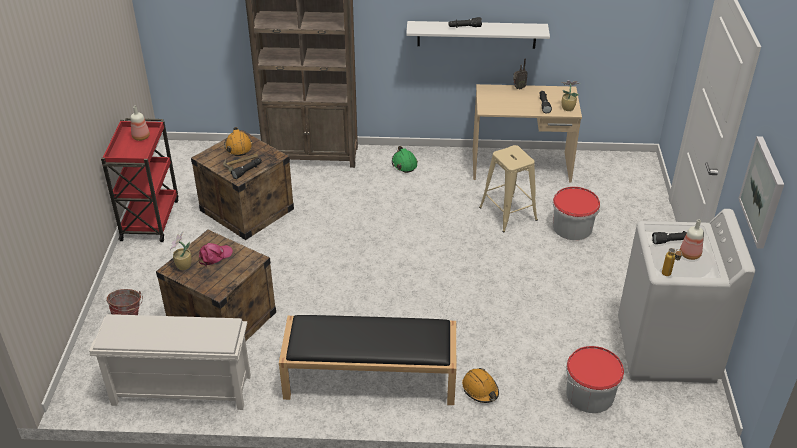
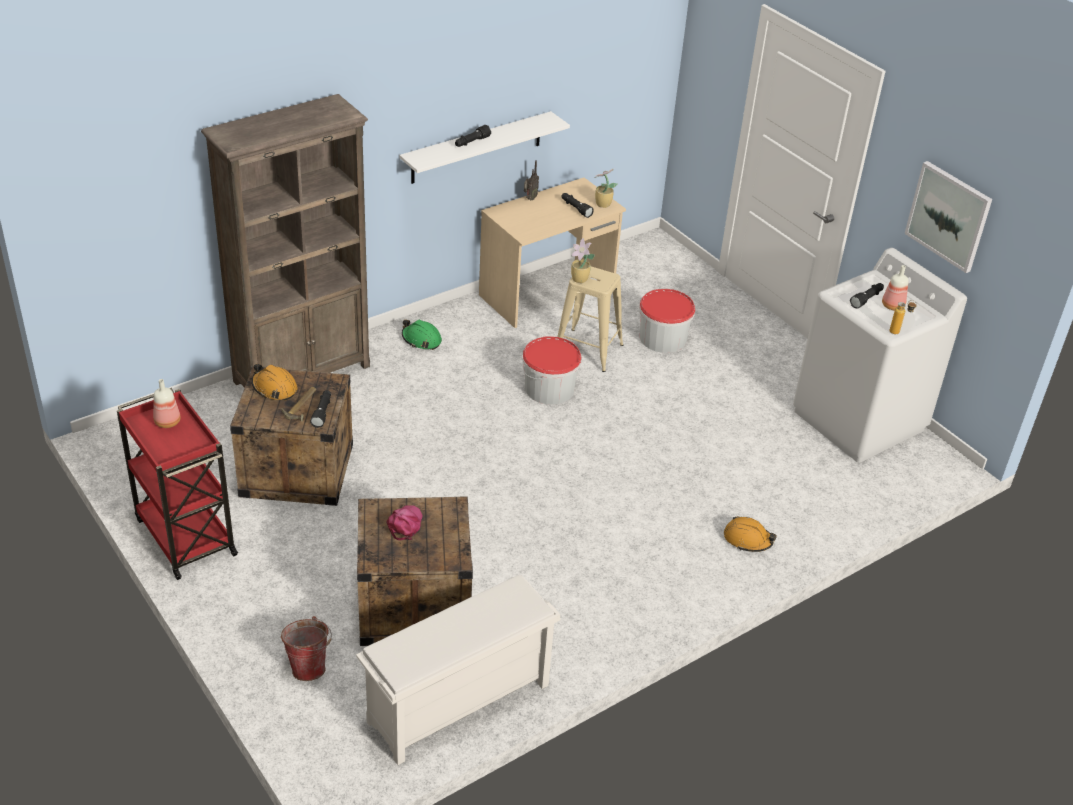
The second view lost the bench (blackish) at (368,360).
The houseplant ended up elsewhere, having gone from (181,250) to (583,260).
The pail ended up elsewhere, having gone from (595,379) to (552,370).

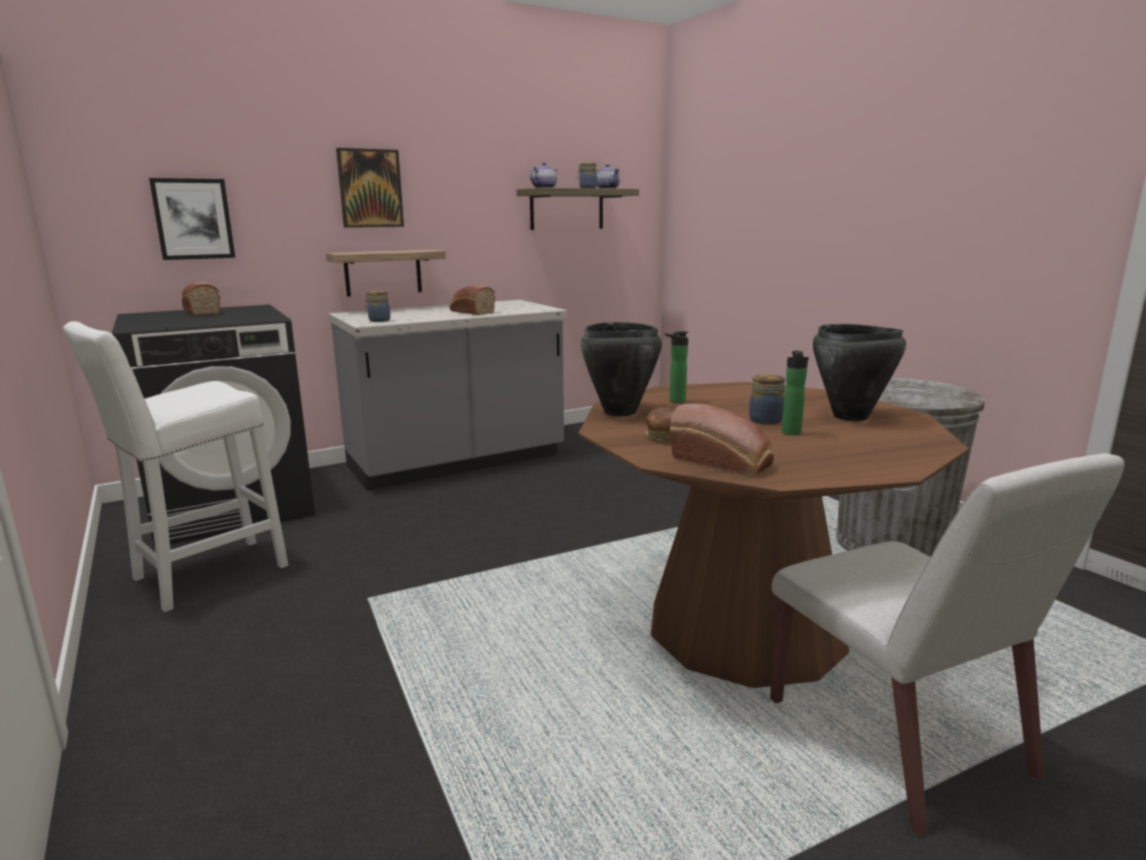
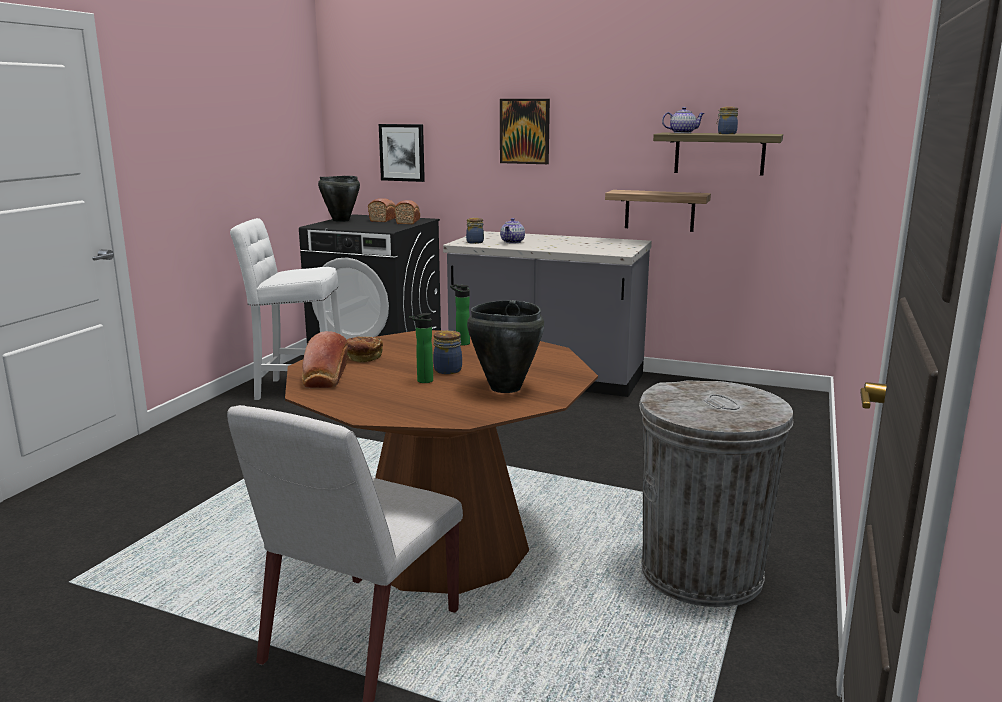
The bracket shelf ended up elsewhere, having gone from (386,273) to (658,211).
The baked bread ended up elsewhere, having gone from (472,300) to (407,212).
The stockpot (blackish) ended up elsewhere, having gone from (621,369) to (339,199).
The tea pot ended up elsewhere, having gone from (608,176) to (512,231).

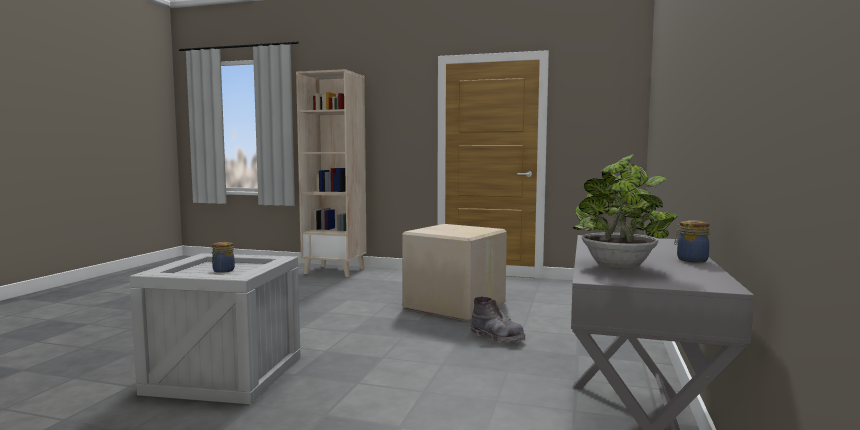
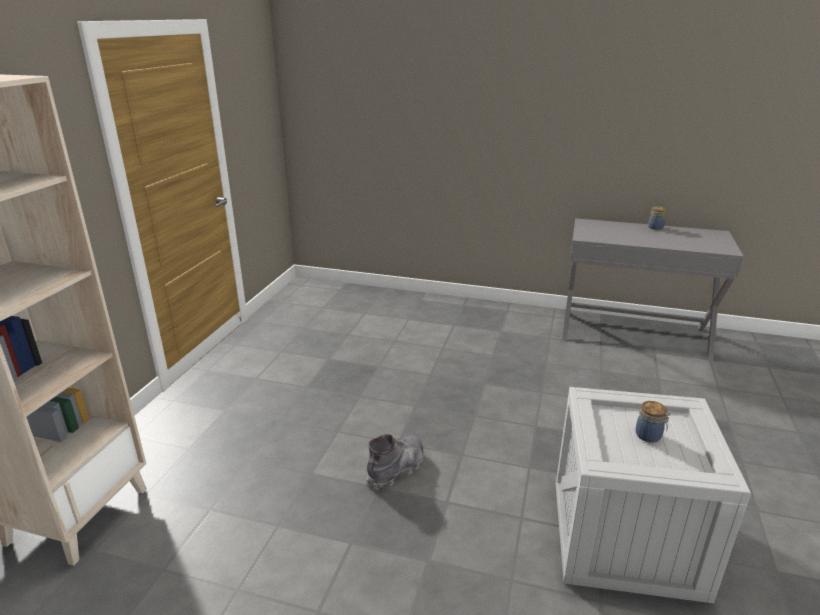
The second view lost the cardboard box at (454,272).
The second view lost the houseplant at (625,211).
The high-top boot (grey) ended up elsewhere, having gone from (497,320) to (395,462).

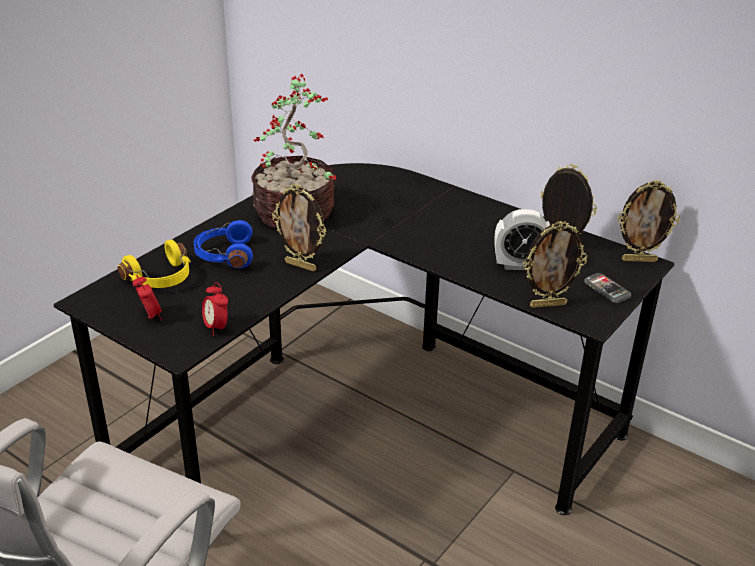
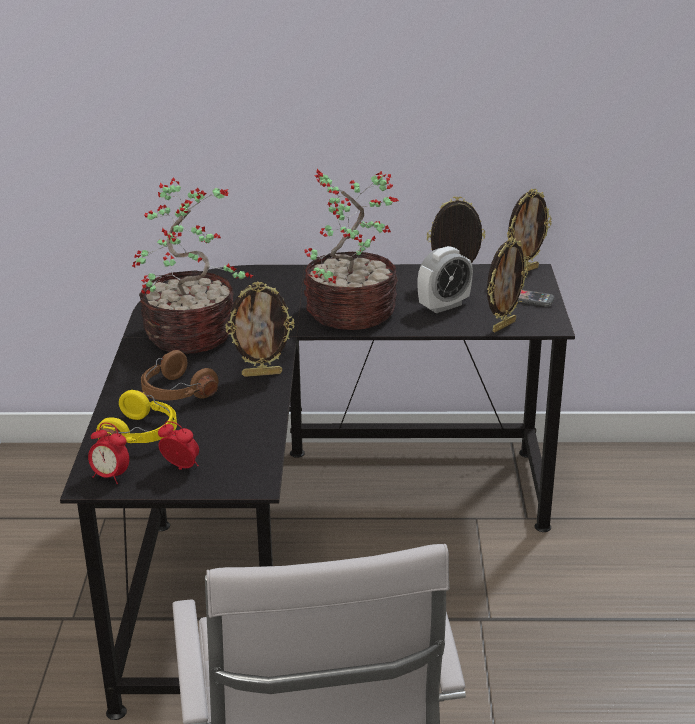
The second view gained the houseplant at (351,249).
The alarm clock ended up elsewhere, having gone from (215,309) to (108,453).
What was the pair of headphones (blue-coloured) at (223,244) turned into the pair of headphones (brown) at (180,375).

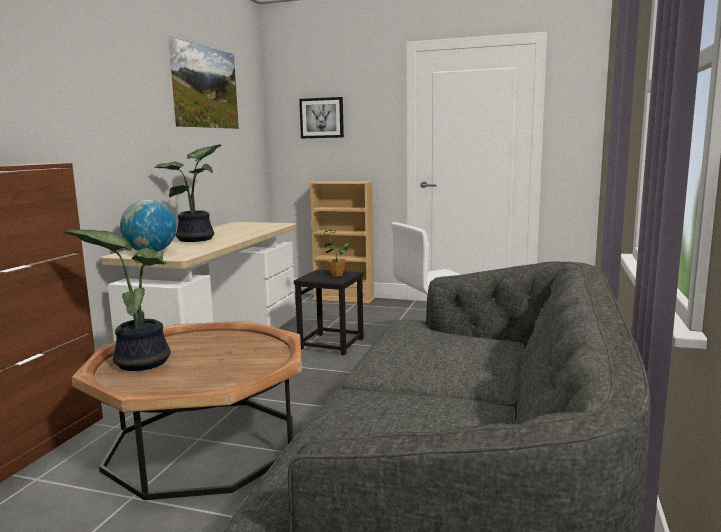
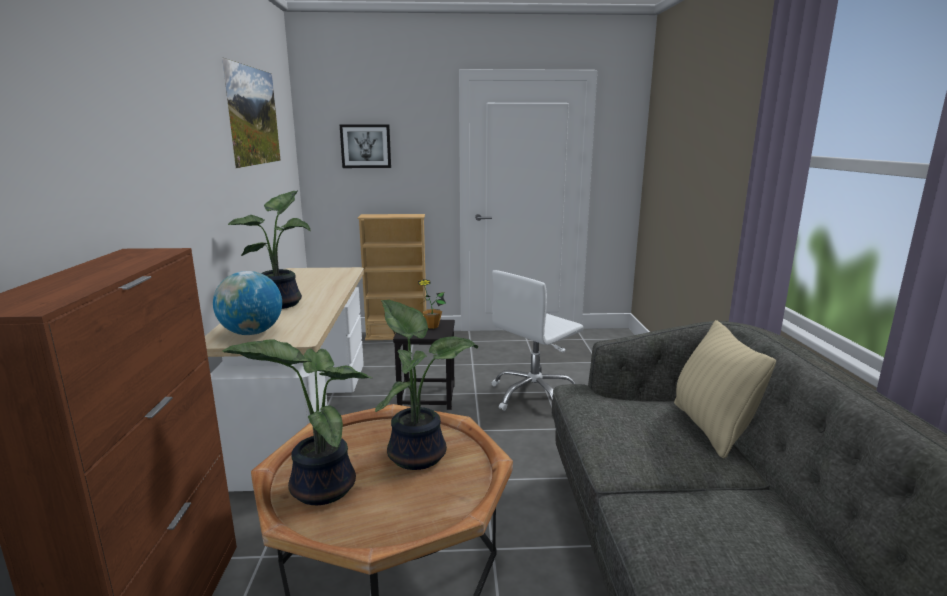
The second view gained the houseplant at (426,385).
The second view gained the cushion (beige) at (725,389).

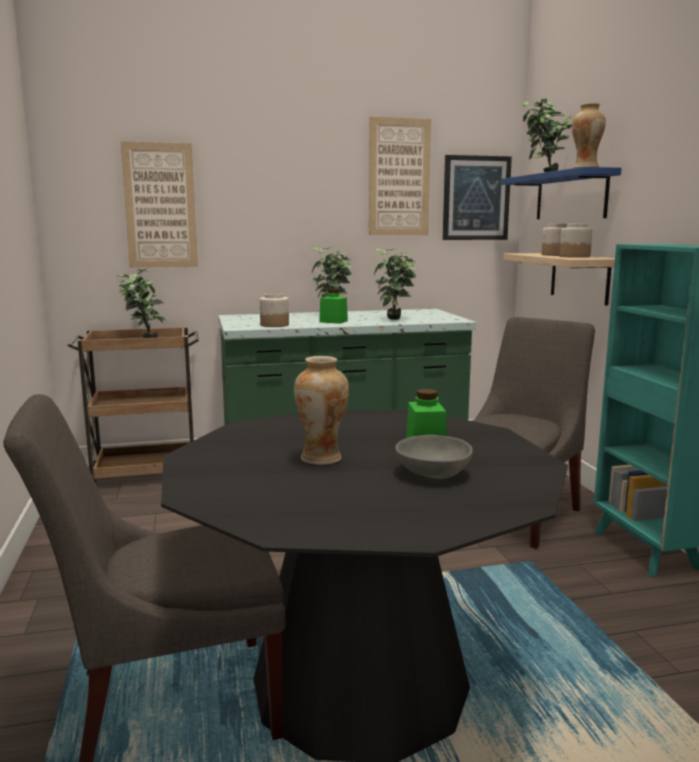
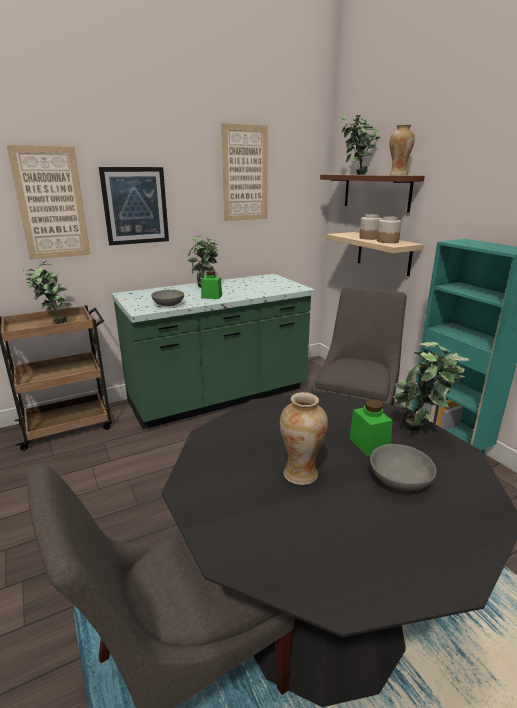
The houseplant ended up elsewhere, having gone from (395,284) to (431,386).
The wall art ended up elsewhere, having gone from (477,197) to (134,206).
Where the preserve jar stood at (274,310), the deep dish (grey) came to stand at (167,298).
What was the bracket shelf (blue-coloured) at (561,193) turned into the bracket shelf (brown) at (372,194).

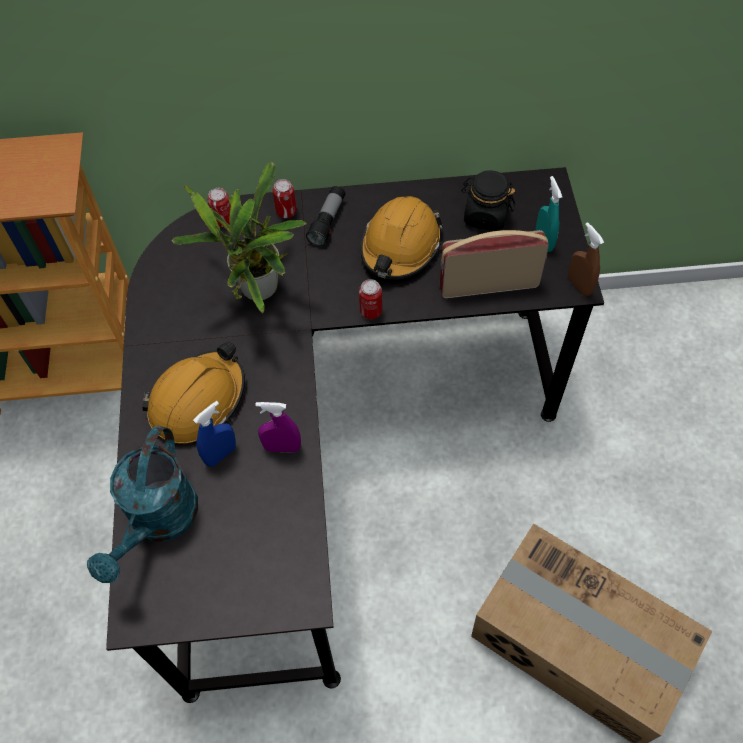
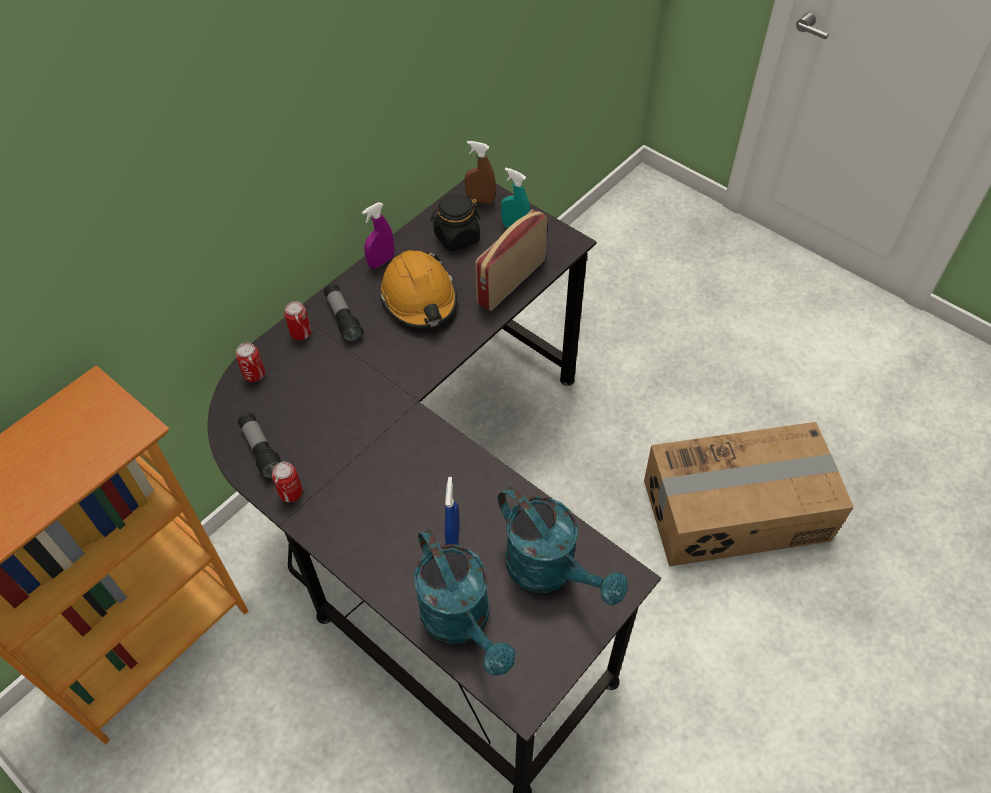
The second view lost the hard hat (orange-coloured) at (193,393).
The second view lost the houseplant at (239,238).
The second view gained the torch at (259,446).
The second view gained the watering can (turquoise-coloured) at (563,545).
The sprayer (purplish) ended up elsewhere, having gone from (278,427) to (378,236).
The metal can ended up elsewhere, having gone from (370,299) to (287,482).
The sprayer (brown) ended up elsewhere, having gone from (586,259) to (480,172).

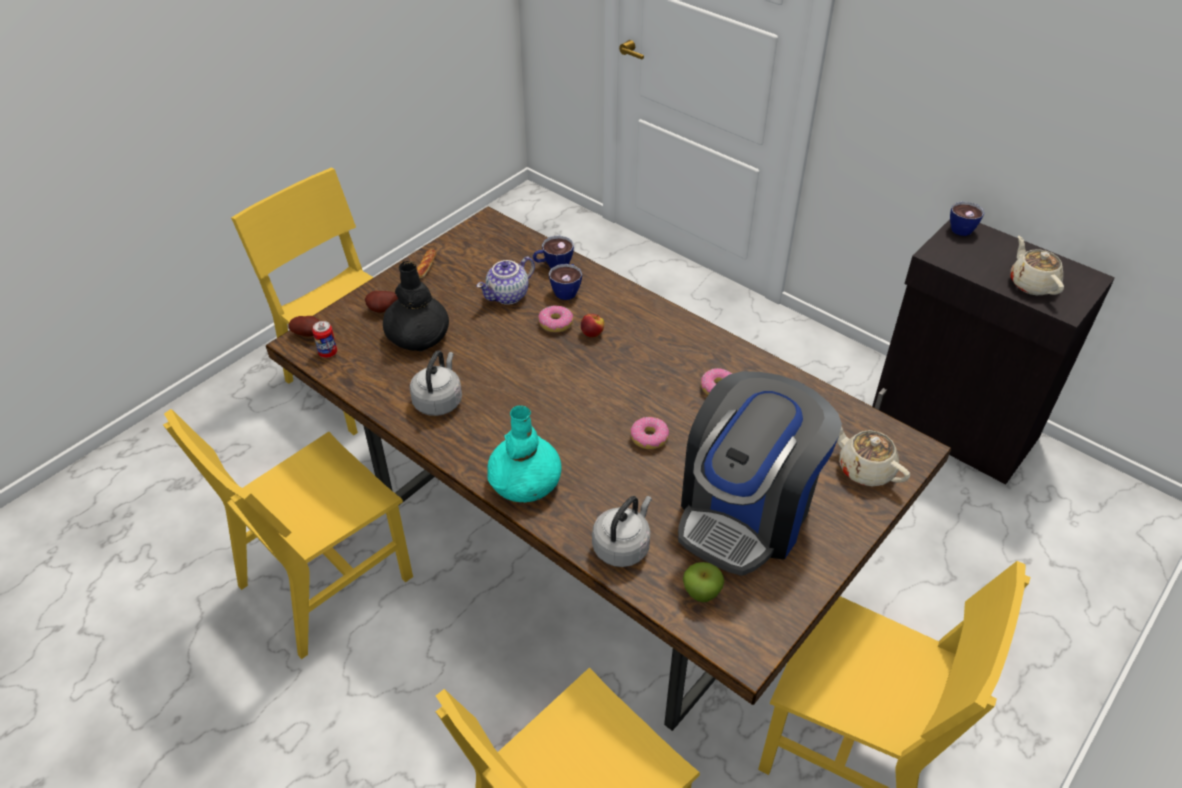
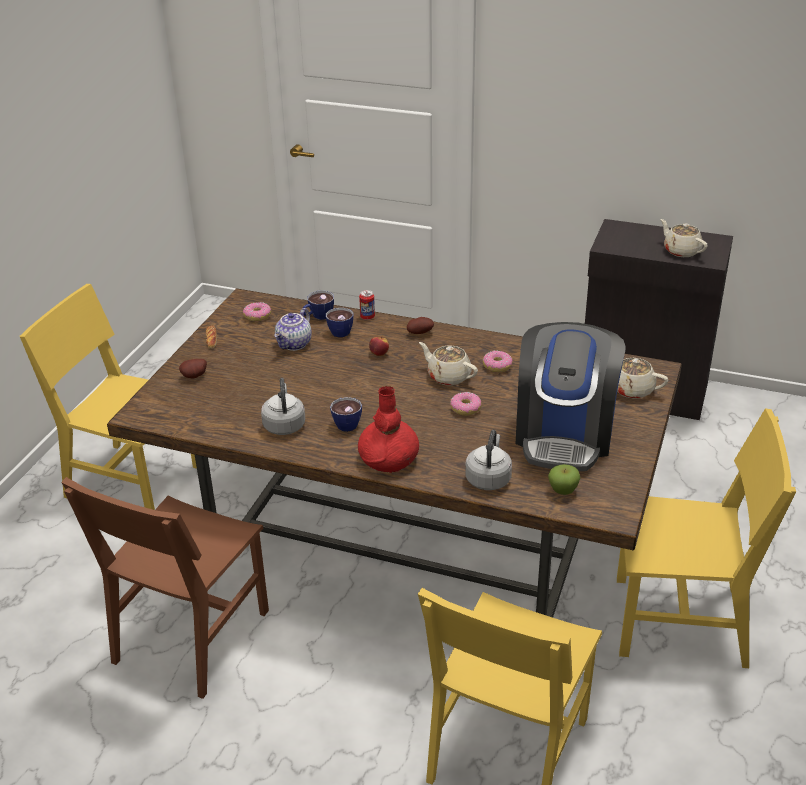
The second view lost the flower vase (blackish) at (416,306).
The second view gained the tea pot (beige) at (448,363).
The whole potato ended up elsewhere, having gone from (304,326) to (420,325).
The metal can ended up elsewhere, having gone from (324,339) to (367,305).
The ring doughnut ended up elsewhere, having gone from (555,319) to (257,312).
The drinking cup ended up elsewhere, having gone from (967,219) to (346,414).
What was the upright chair (yellowish) at (288,534) turned into the upright chair (brown) at (165,588).
What was the flower vase (turquoise-coloured) at (524,454) turned into the flower vase (red) at (388,429).

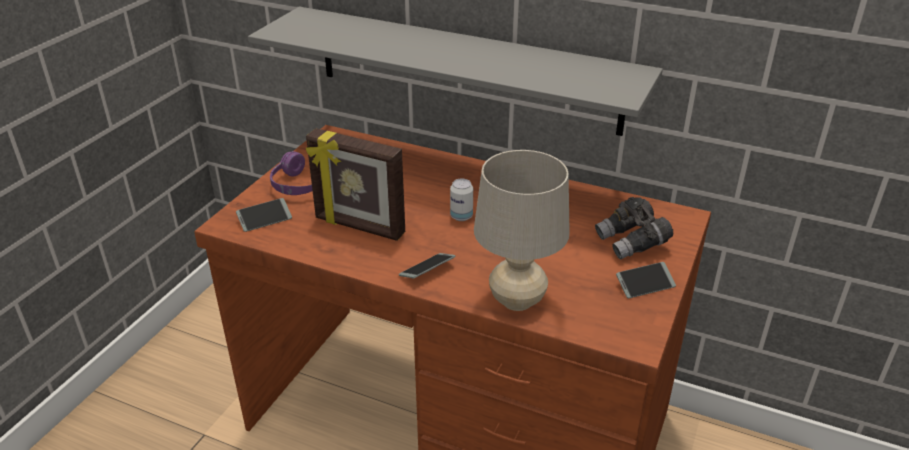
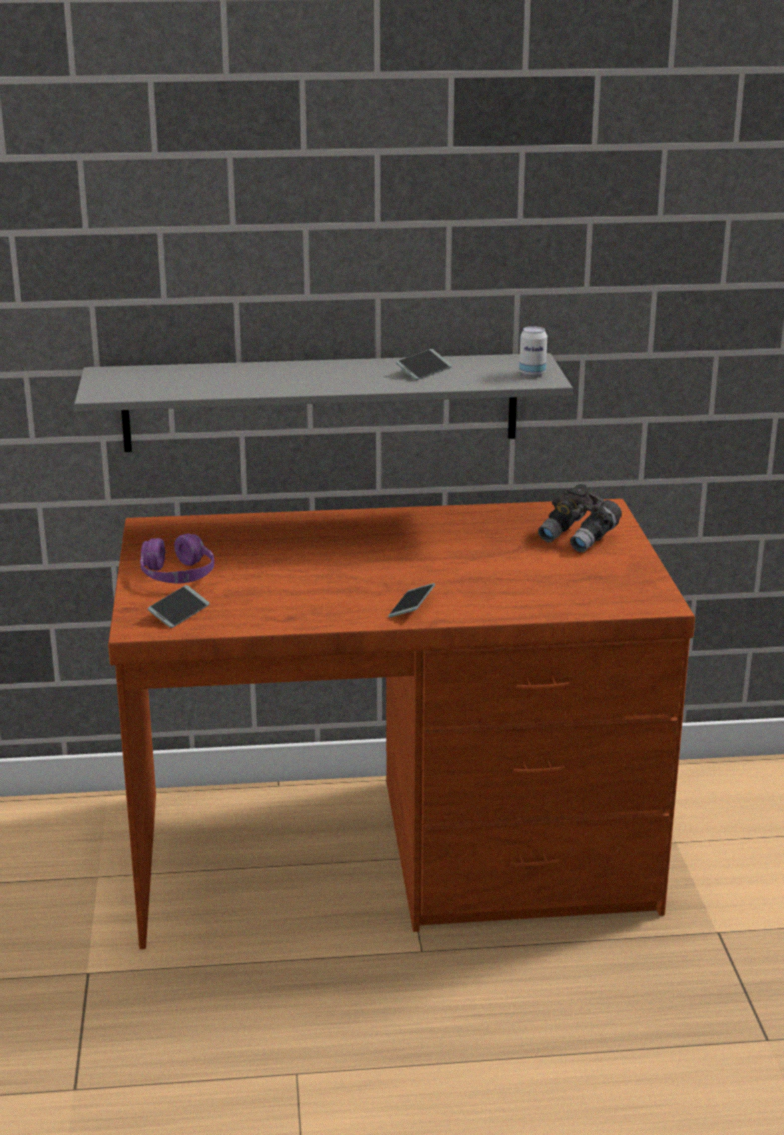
The second view lost the standing frame at (355,184).
The second view lost the lamp for a table (beige) at (522,230).
The metal can ended up elsewhere, having gone from (461,200) to (533,351).
The handset ended up elsewhere, having gone from (646,280) to (424,364).

